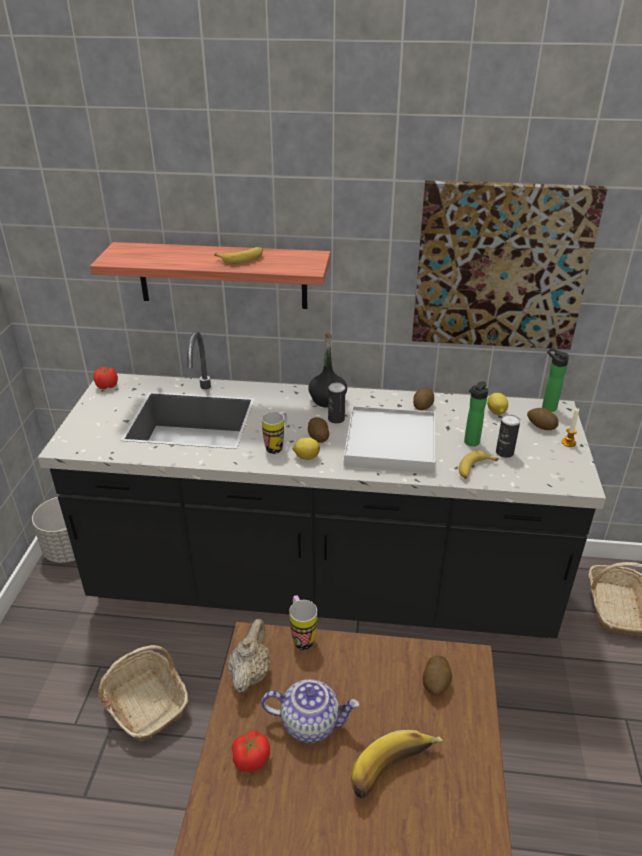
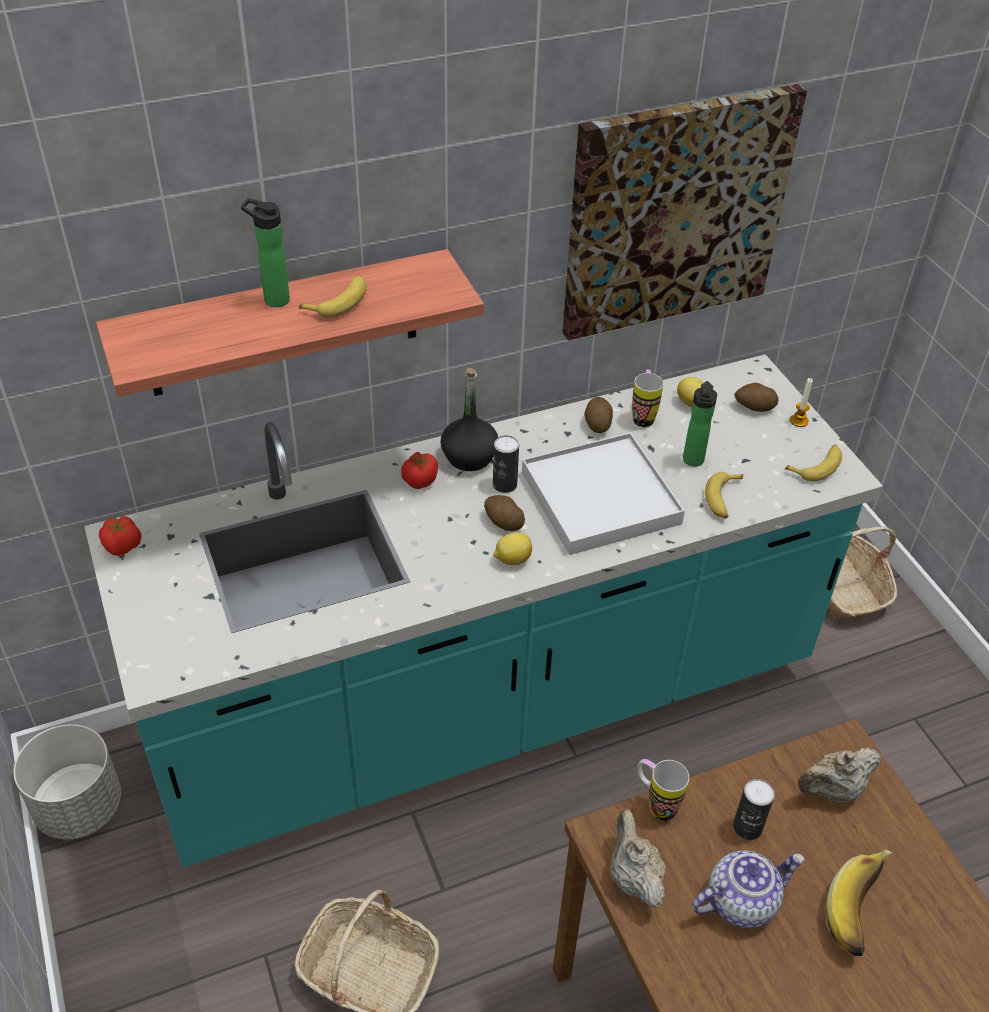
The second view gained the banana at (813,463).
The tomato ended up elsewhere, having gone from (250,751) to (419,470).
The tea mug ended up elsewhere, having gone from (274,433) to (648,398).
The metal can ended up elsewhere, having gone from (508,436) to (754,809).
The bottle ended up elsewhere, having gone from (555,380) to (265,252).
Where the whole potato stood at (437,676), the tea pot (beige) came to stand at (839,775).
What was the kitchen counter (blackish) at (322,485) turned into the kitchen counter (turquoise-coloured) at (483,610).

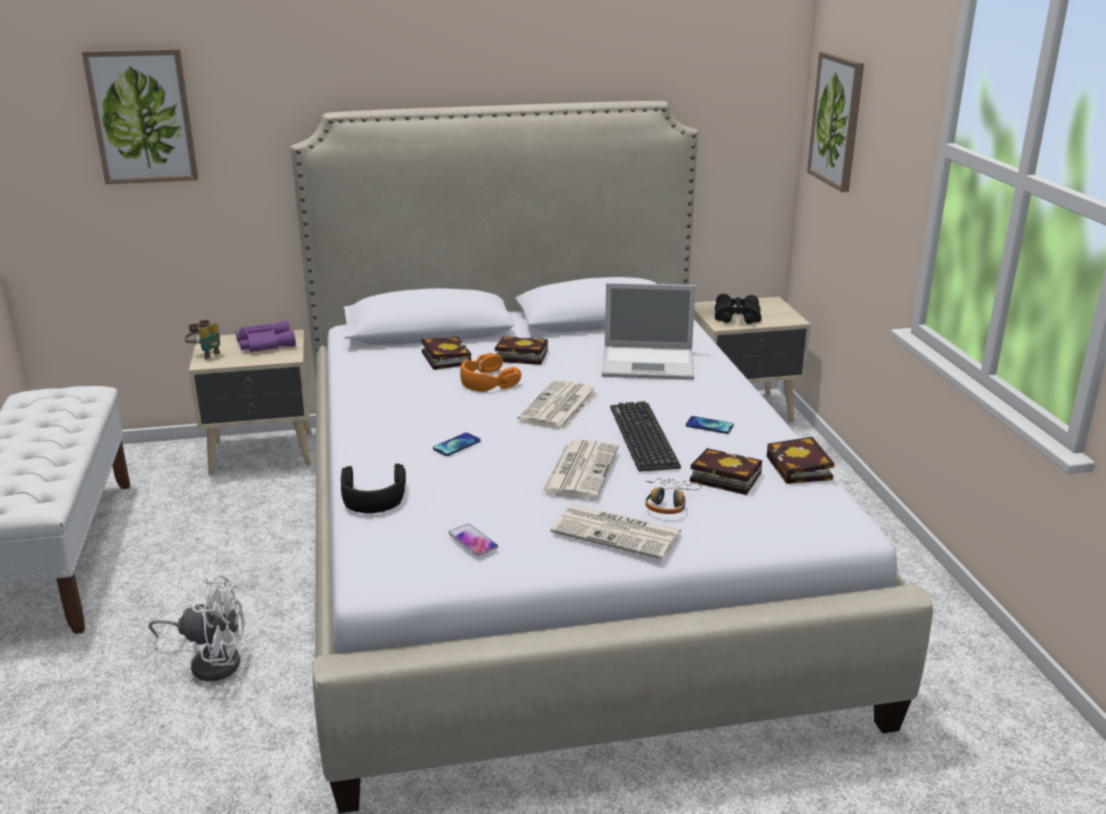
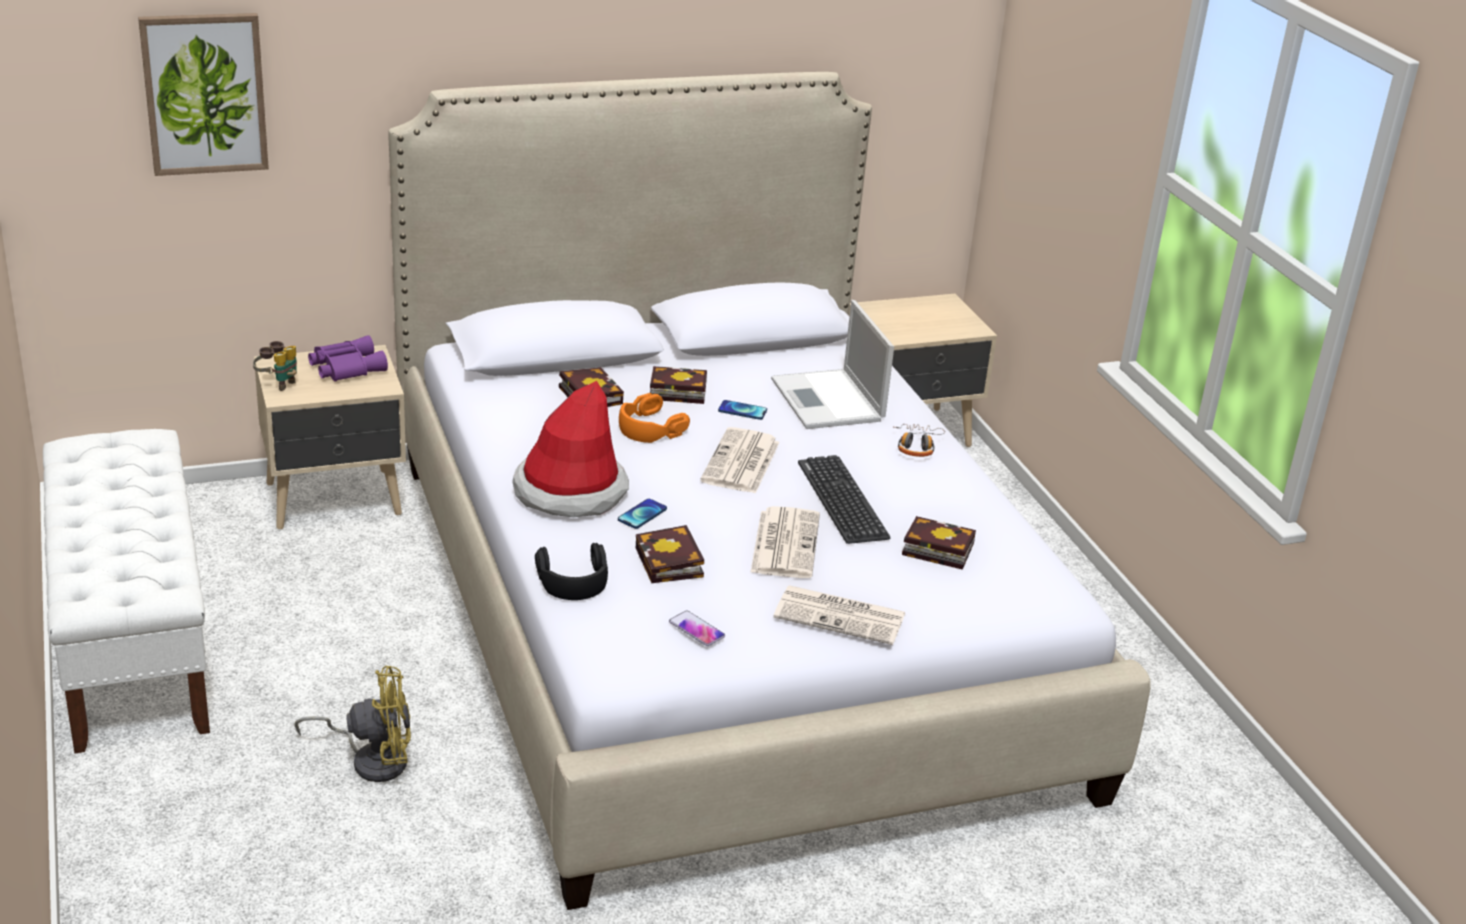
The second view lost the binoculars (blackish) at (738,309).
The second view lost the wall art at (835,122).
The second view gained the hat at (570,449).
The pair of headphones ended up elsewhere, having gone from (673,496) to (919,440).
The handset ended up elsewhere, having gone from (710,425) to (742,410).
The book ended up elsewhere, having gone from (800,460) to (670,554).
What was the fan (white-coloured) at (197,628) turned into the fan (yellowish) at (352,724).
The notebook computer at (649,331) ended up facing another way, 75 degrees clockwise from before.

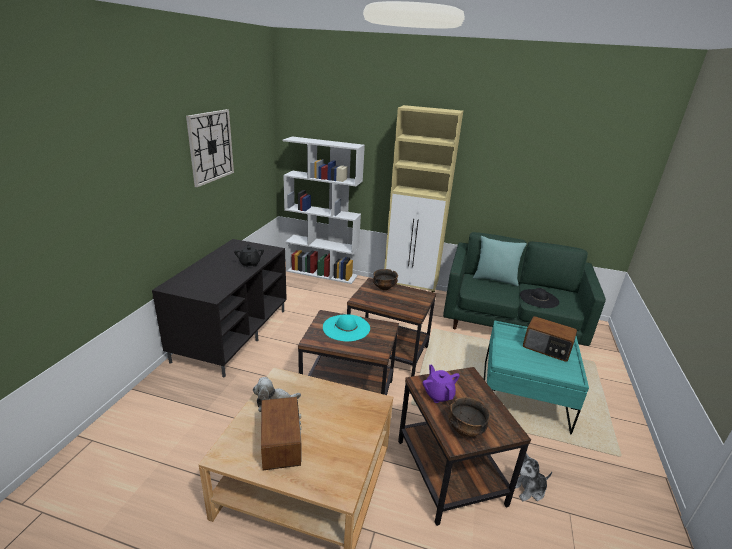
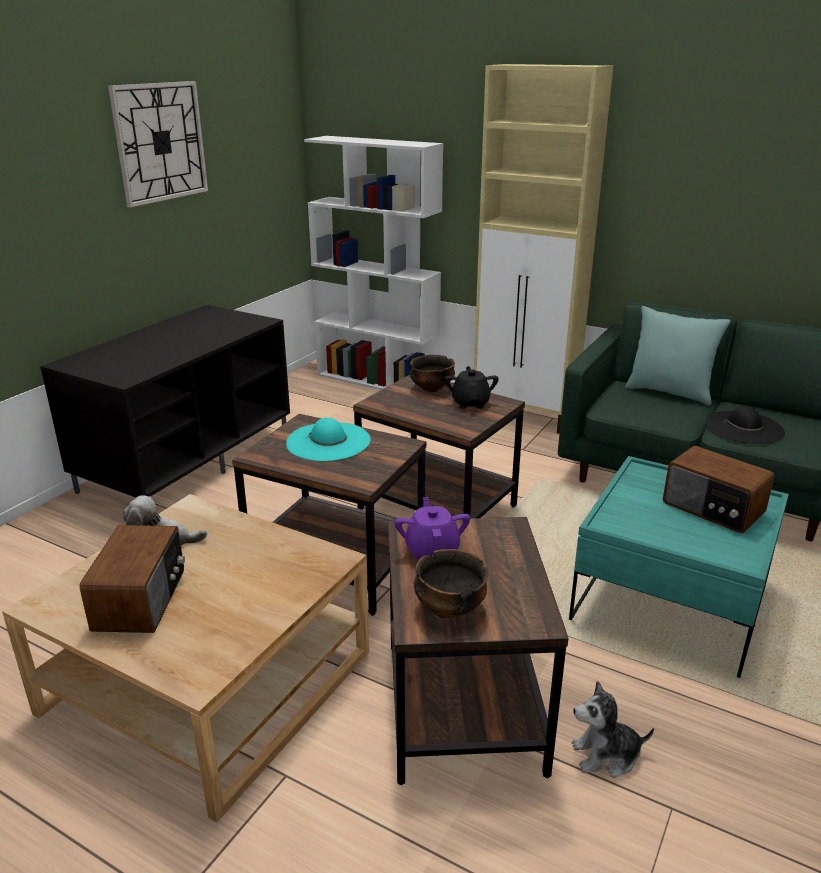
The tea pot (blackish) ended up elsewhere, having gone from (249,255) to (472,387).

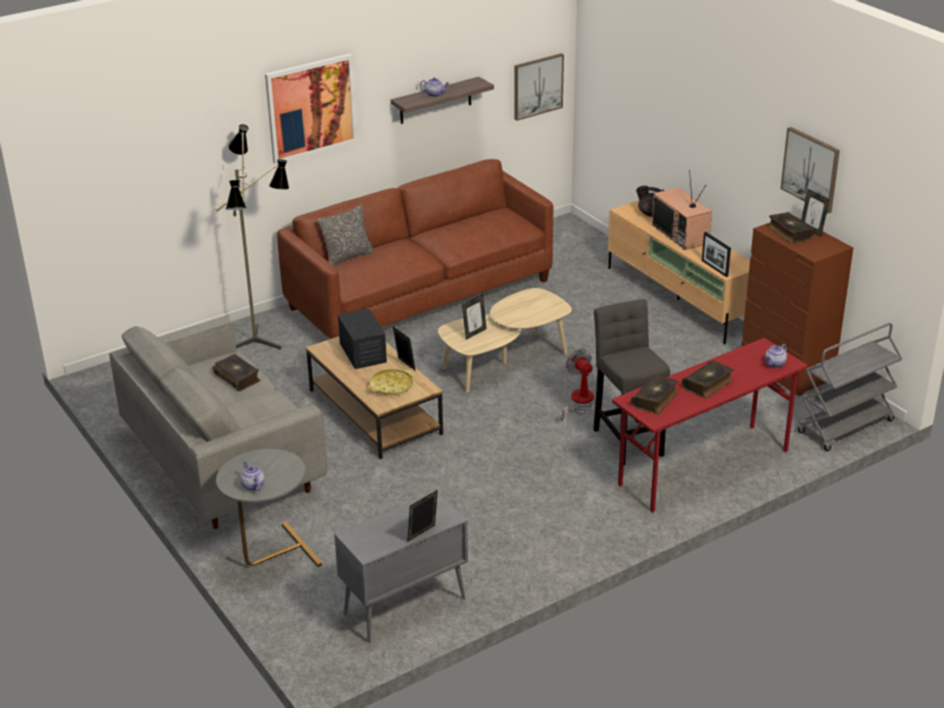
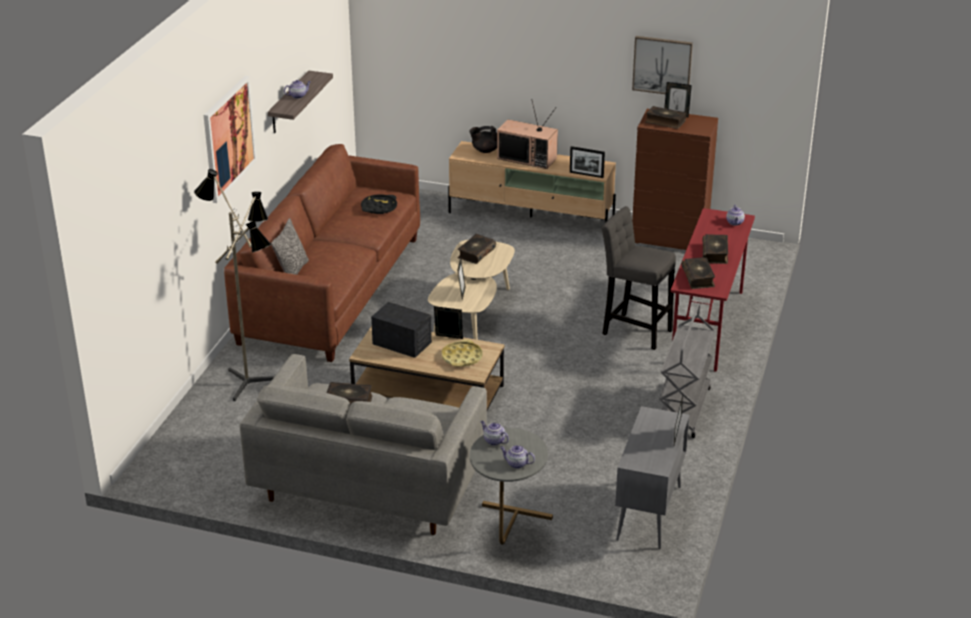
The second view lost the wall art at (539,87).
The second view lost the fan at (577,385).
The second view gained the tray (blackish) at (379,204).
The second view gained the book at (477,249).
The second view gained the tea pot at (495,433).
The trolley (grey) ended up elsewhere, having gone from (850,387) to (687,370).

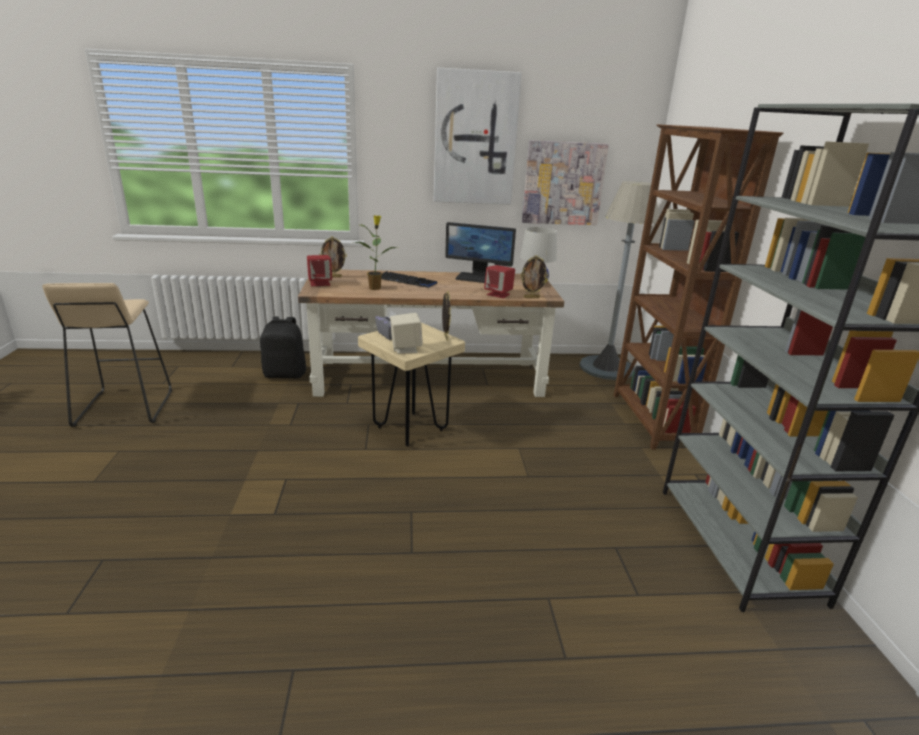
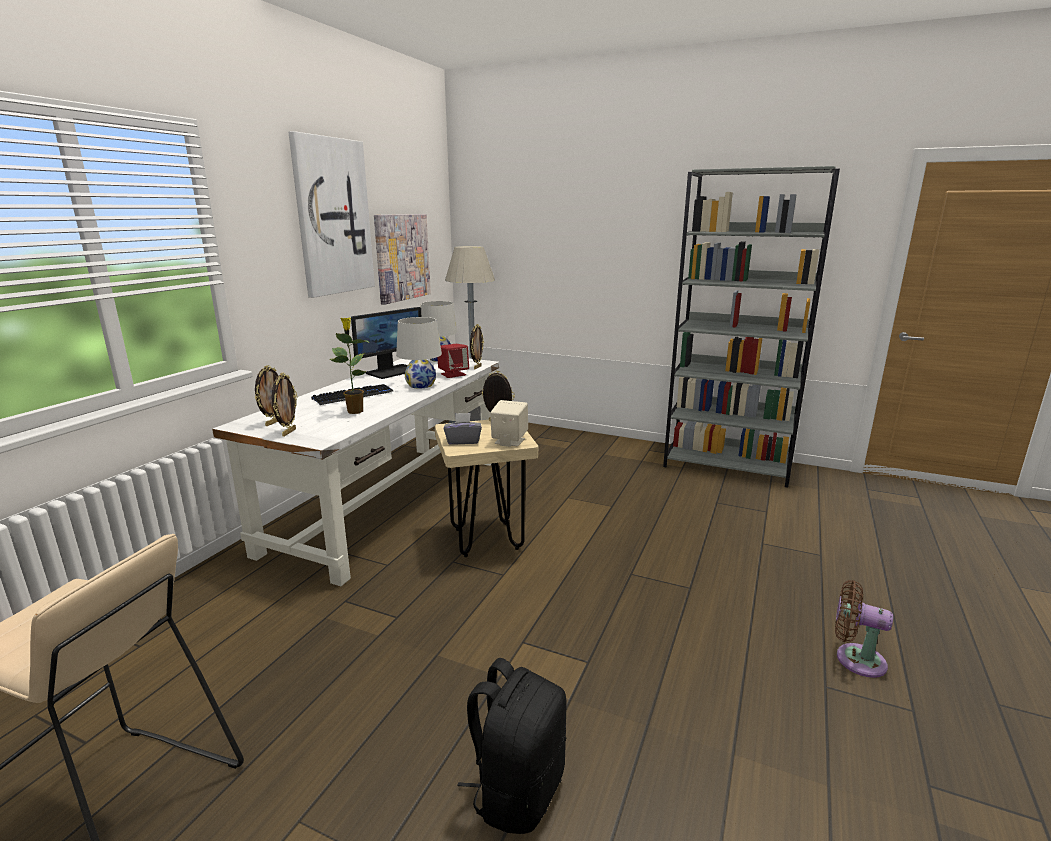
The second view lost the bookshelf (brown) at (698,287).
The second view gained the lamp for a table (white-coloured) at (419,352).
The second view gained the fan (brown) at (864,629).
The rucksack (blackish) ended up elsewhere, having gone from (283,347) to (512,746).
Where the loudspeaker (red) stood at (319,270), the standing frame came to stand at (285,405).
What was the desk table (brown) at (431,333) turned into the desk table (white-coloured) at (355,472).

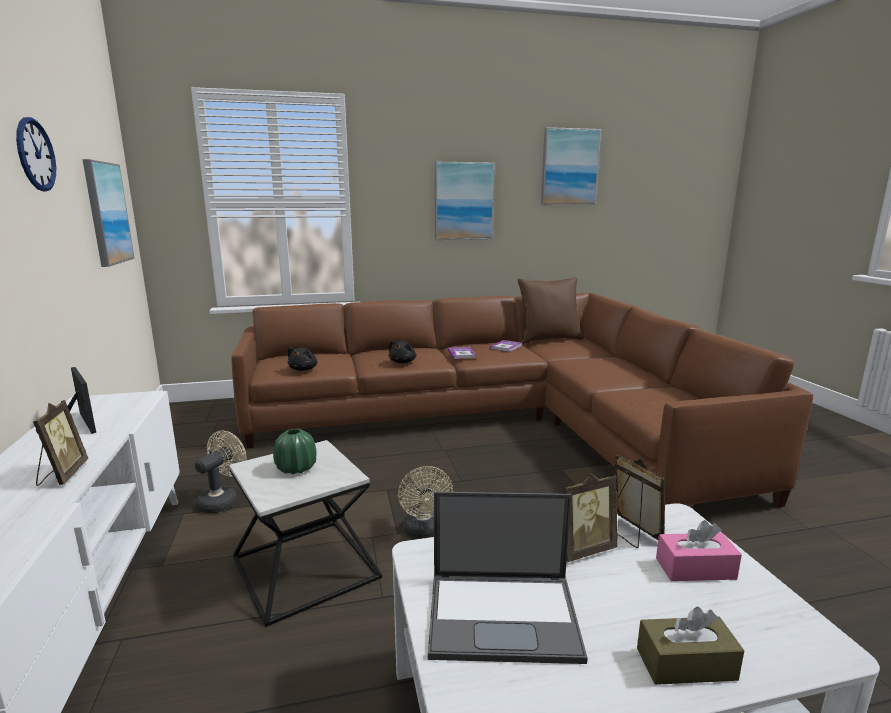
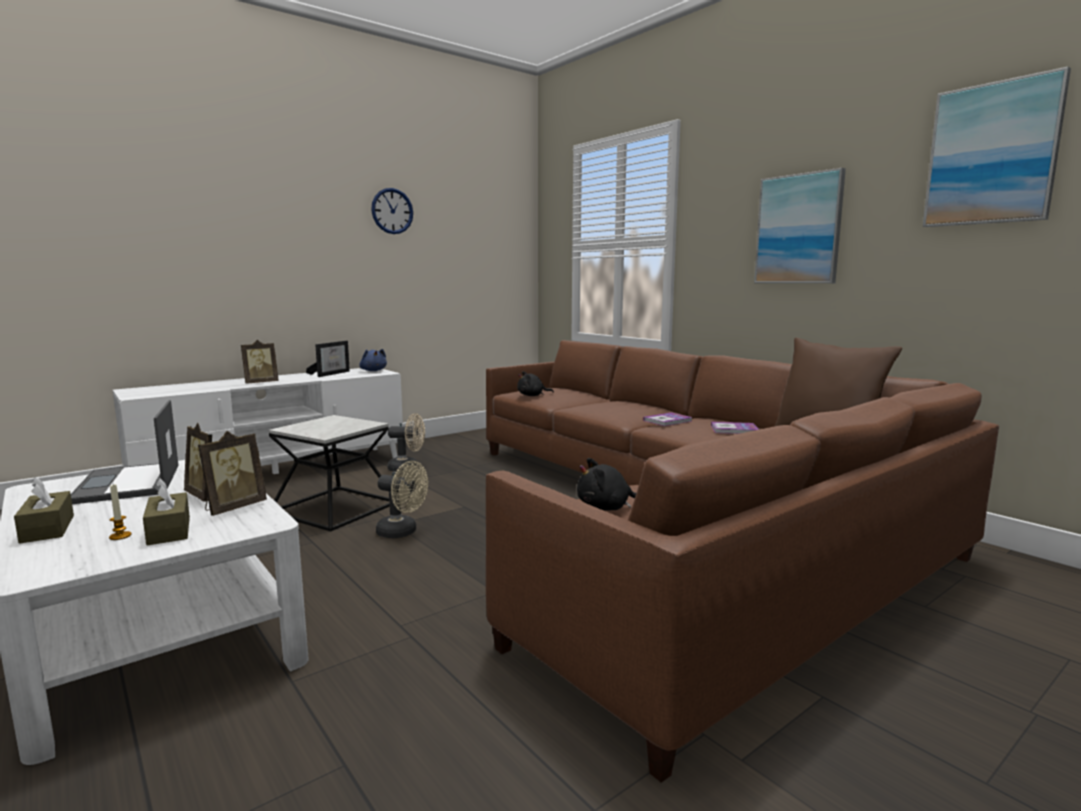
The second view lost the wall art at (108,213).
The second view lost the flower vase (greenish) at (295,451).
The second view gained the wax candle at (120,512).
The second view gained the plush toy (blue-coloured) at (373,360).
The plush toy (blackish) ended up elsewhere, having gone from (402,351) to (606,484).
What was the tissue holder (pink-coloured) at (699,550) turned into the tissue holder (brown) at (166,511).
The fan (beige) at (425,502) ended up facing another way, 120 degrees counterclockwise from before.

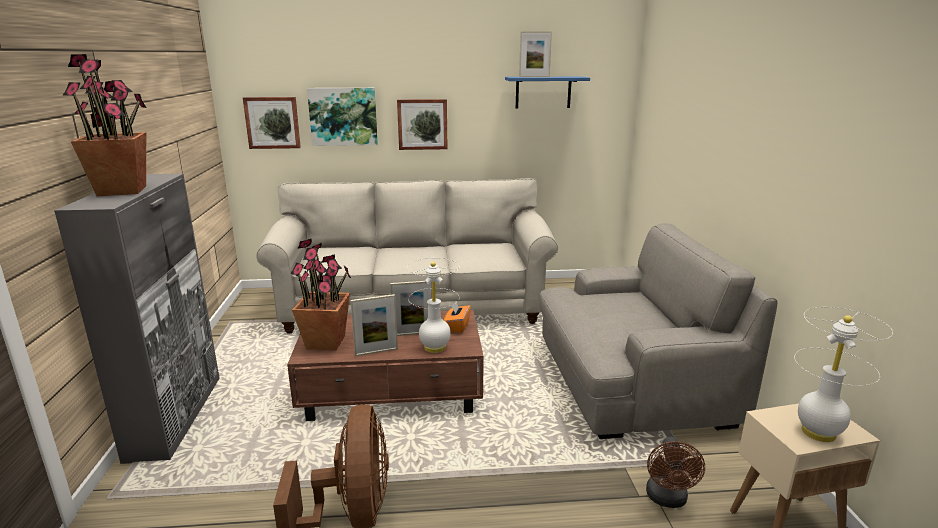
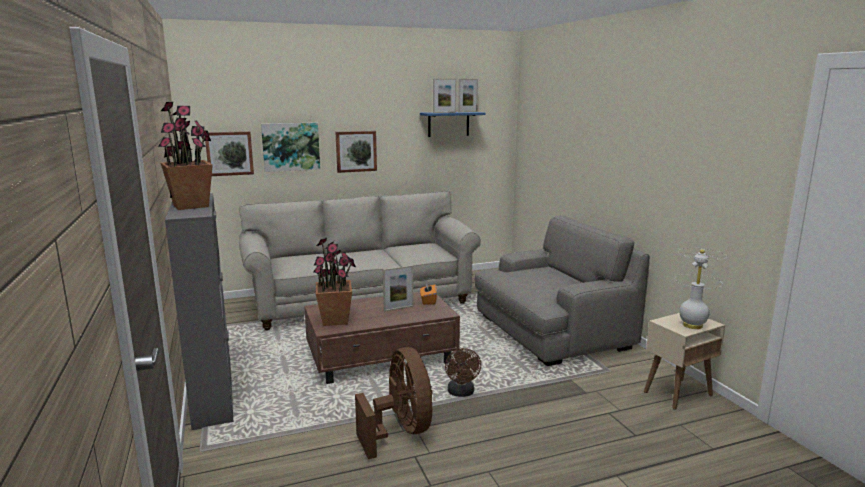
The second view lost the lamp for a table (white-coloured) at (433,305).
The standing frame ended up elsewhere, having gone from (374,325) to (468,95).
The fan (brown) ended up elsewhere, having gone from (675,472) to (463,372).

